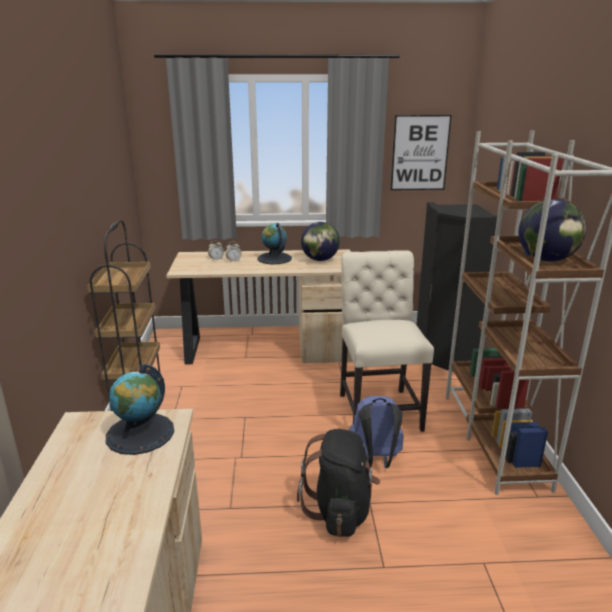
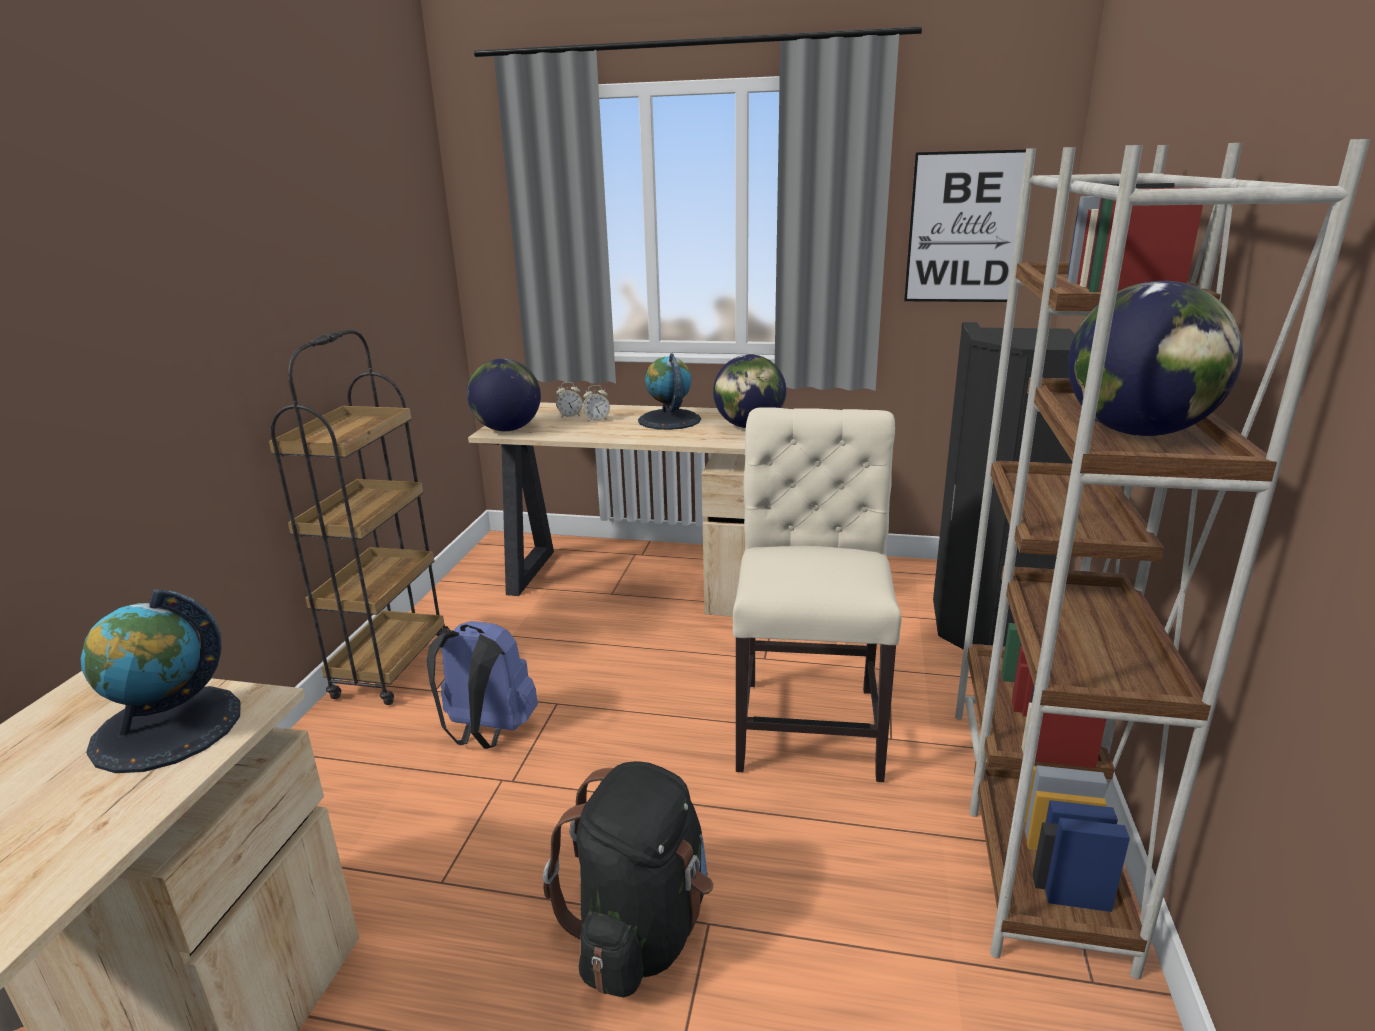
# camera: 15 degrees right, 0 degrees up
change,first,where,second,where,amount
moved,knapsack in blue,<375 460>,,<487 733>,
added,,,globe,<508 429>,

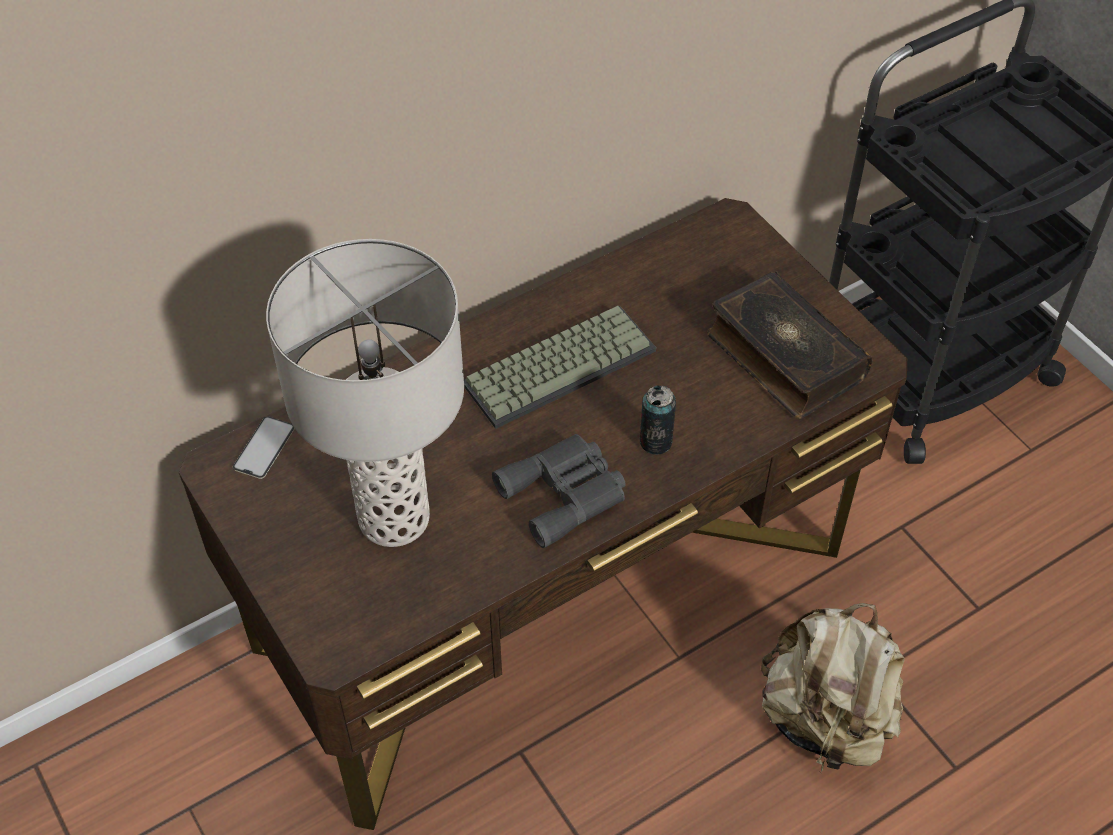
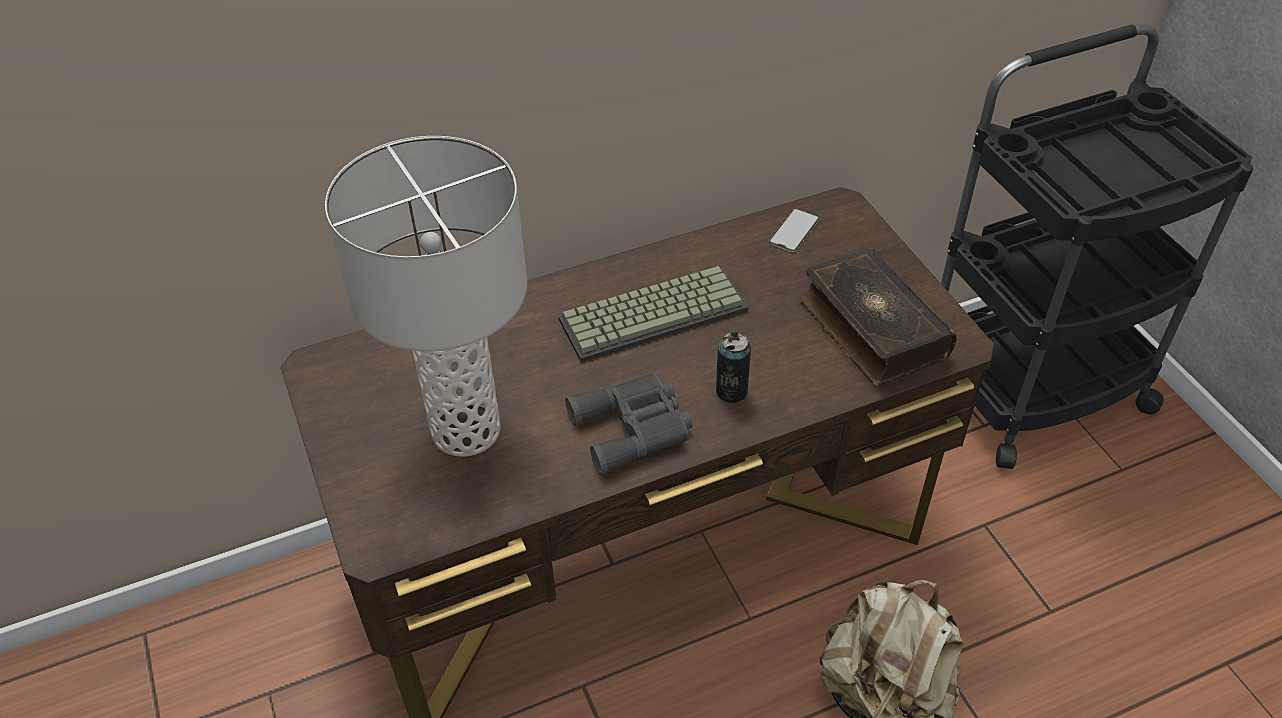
# camera: 10 degrees right, 5 degrees down
change,first,where,second,where,amount
moved,phone,<264 448>,,<794 230>,

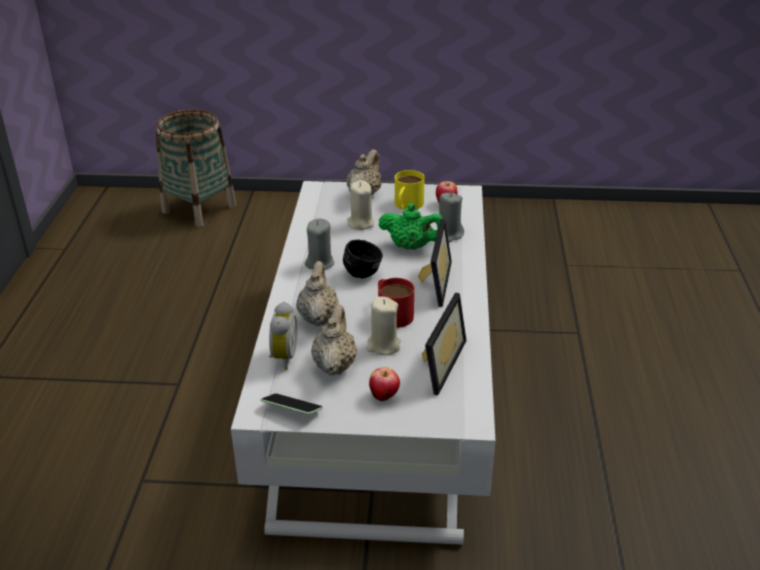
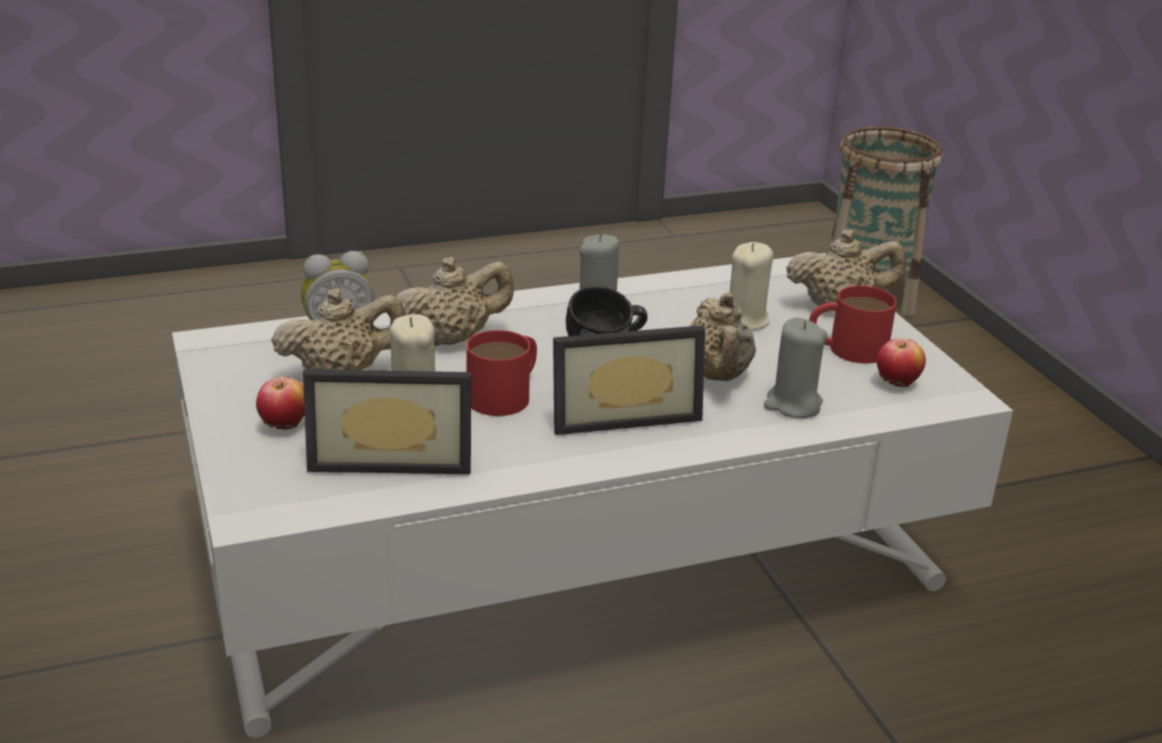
# camera: 65 degrees right, 5 degrees down
change,first,where,second,where,amount
recoloured,teapot in green,<411 246>,teapot in beige,<717 376>,
recoloured,tea mug in yellow,<406 205>,tea mug in reddish,<846 349>,
removed,phone,<292 410>,,,

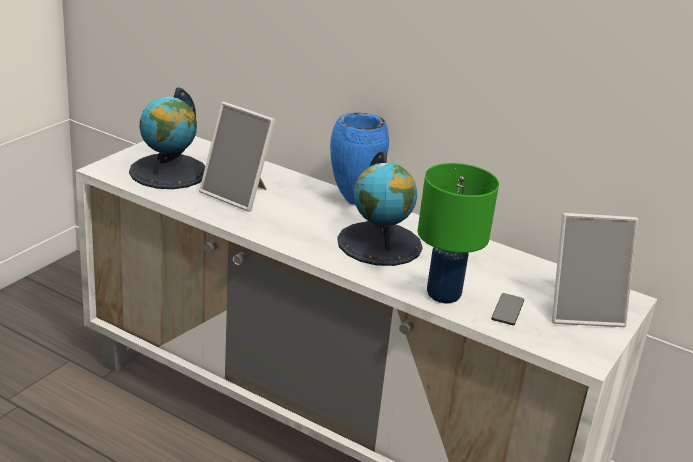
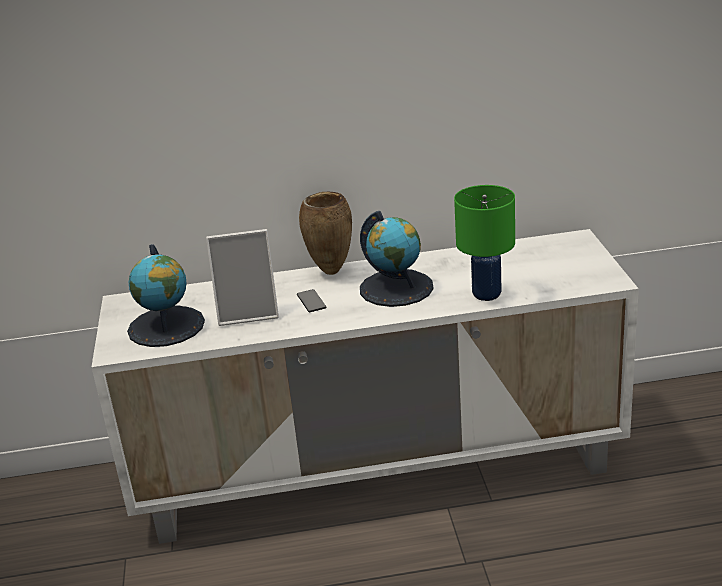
# camera: 35 degrees left, 0 degrees up
change,first,where,second,where,amount
moved,phone,<507 310>,,<311 301>,
recoloured,decorative vase in blue,<353 201>,decorative vase in brown,<330 272>,
removed,standing frame,<583 311>,,,

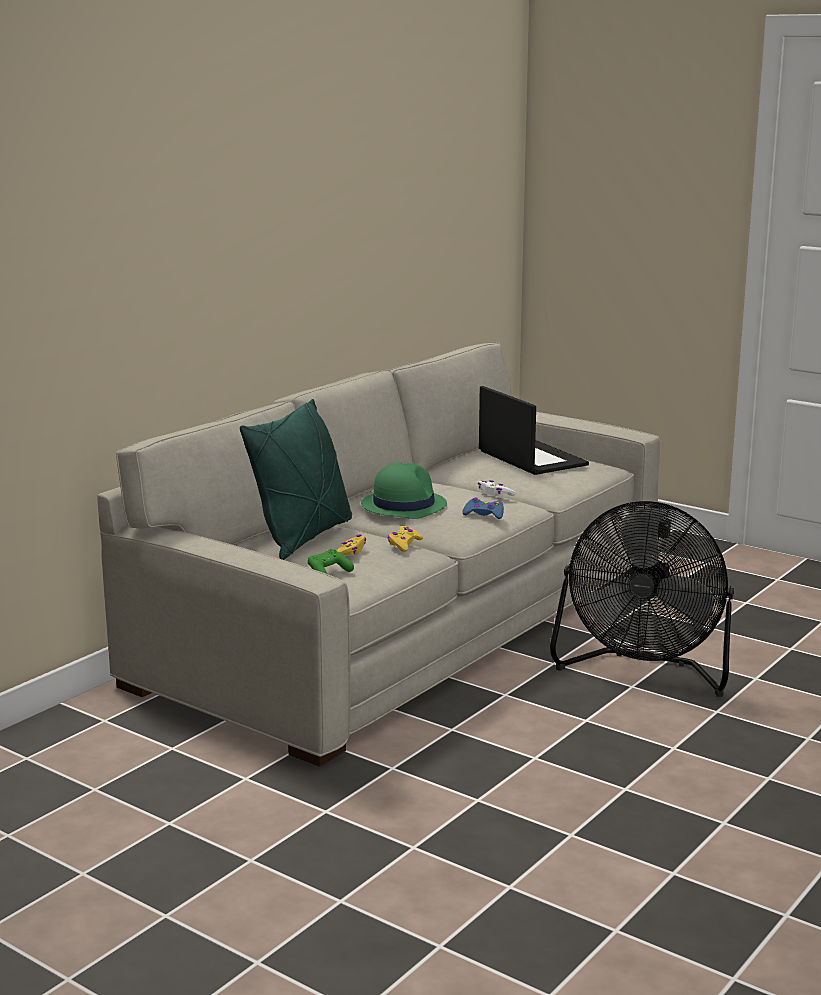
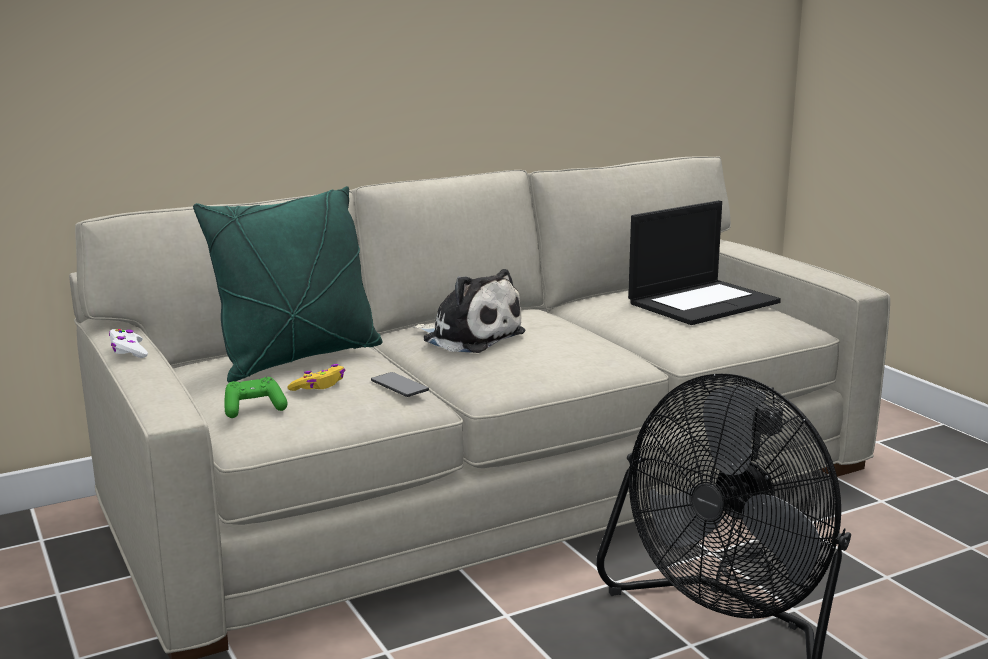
# camera: 25 degrees right, 0 degrees up
change,first,where,second,where,amount
moved,gamepad in white-coloured,<495 493>,,<128 351>,
replaced,gamepad in yellow,<404 544>,phone,<399 386>,
replaced,clothing hat in green,<403 505>,plush toy,<469 337>,
turned,portable computer,<530 458>,,<703 302>,60 degrees clockwise
removed,gamepad in blue,<484 514>,,,

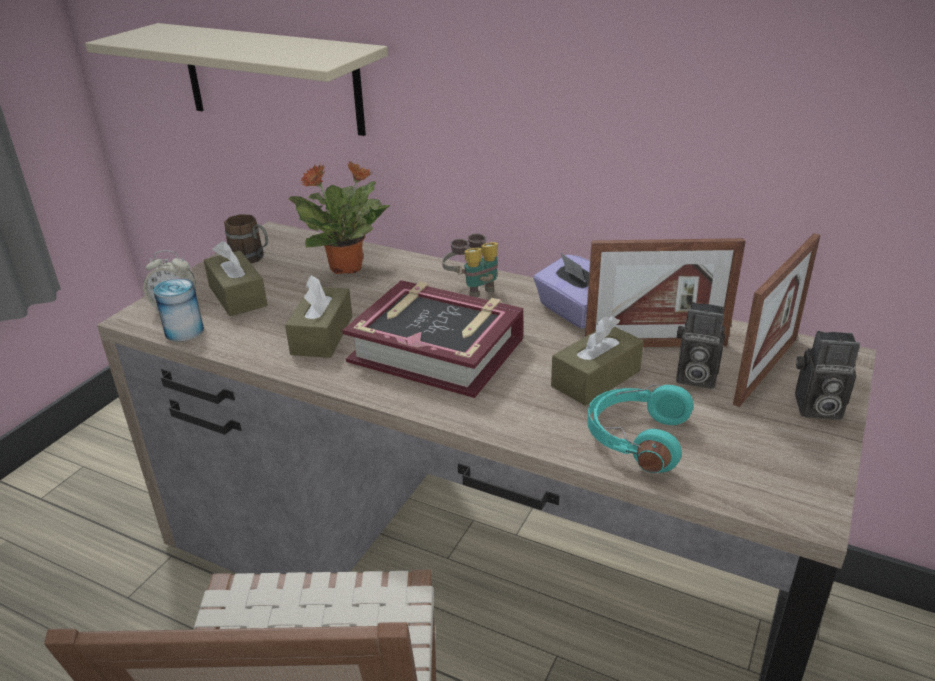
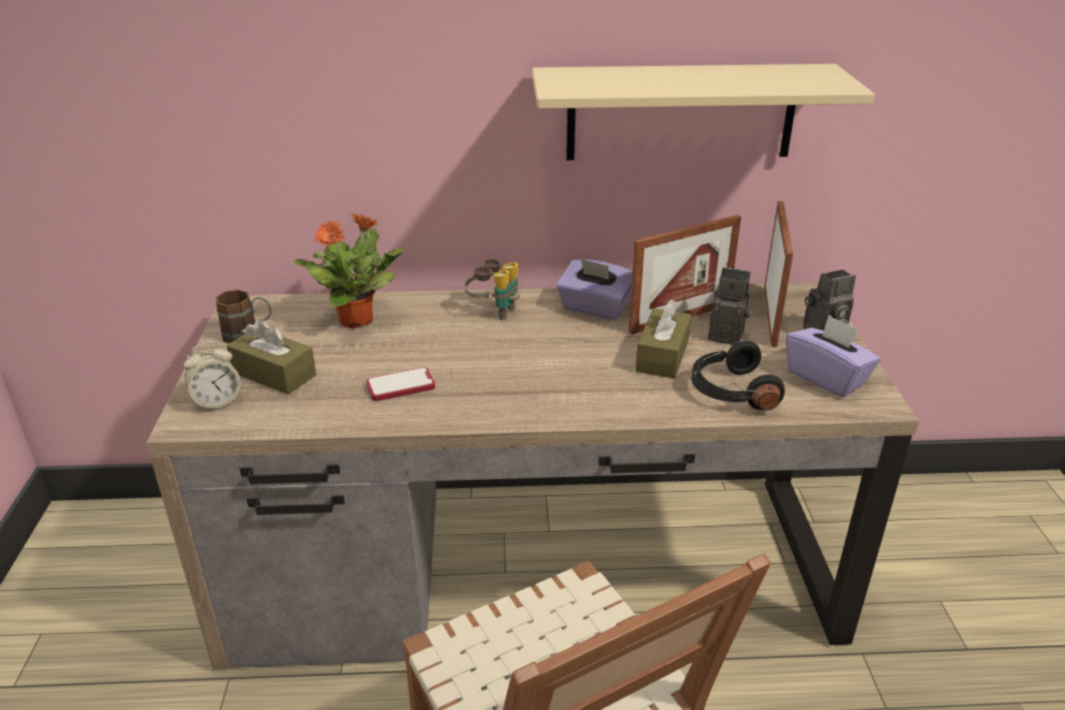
# camera: 30 degrees left, 0 degrees up
change,first,where,second,where,amount
replaced,tissue box in brown,<322 335>,phone,<400 386>,
moved,shelf in beige,<271 78>,,<681 112>,
recoloured,headphones in blue-green,<635 438>,headphones in black,<731 391>,
turned,photo camera,<693 377>,,<728 335>,150 degrees counterclockwise
added,,,tissue box in purple,<826 378>,
removed,sealed can,<184 331>,,,
removed,book,<437 350>,,,

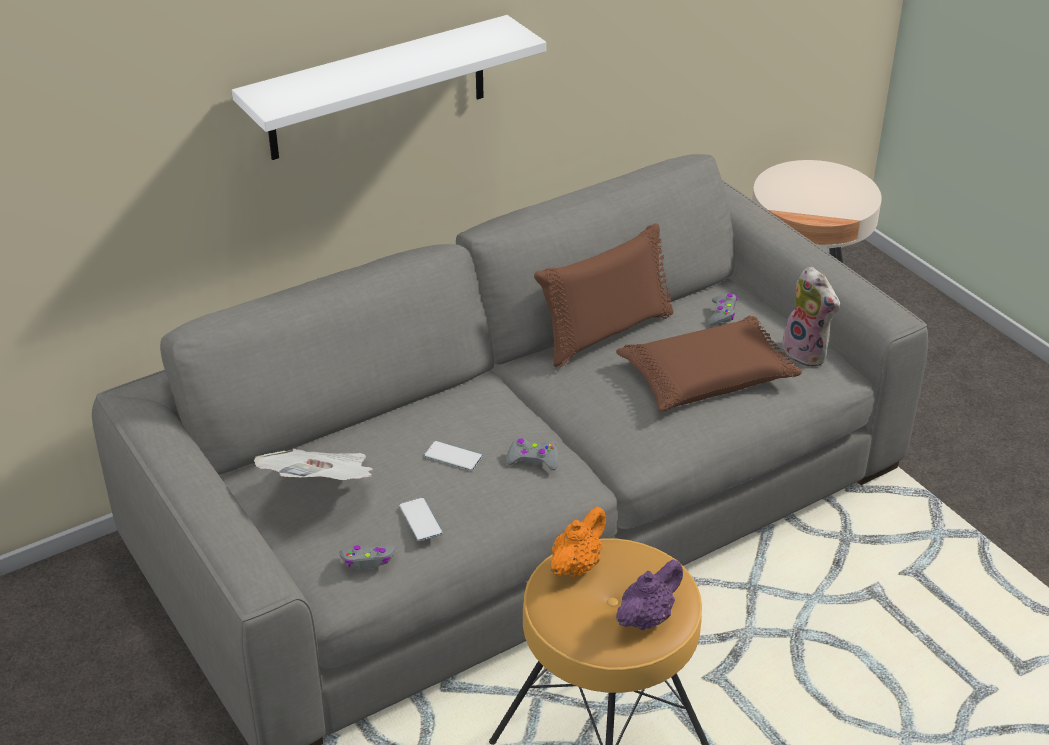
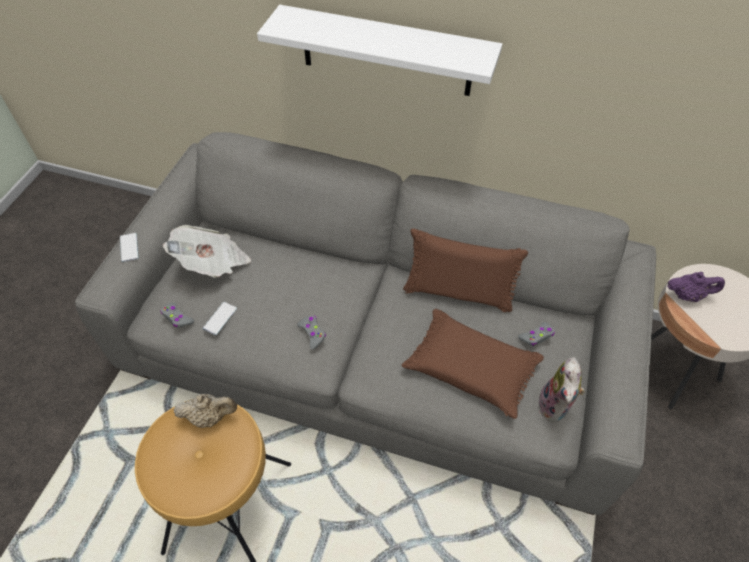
# camera: 50 degrees right, 15 degrees up
change,first,where,second,where,amount
moved,phone,<453 456>,,<129 247>,
recoloured,teapot in orange-coloured,<576 565>,teapot in beige,<210 417>,
moved,teapot in purple,<647 617>,,<687 295>,

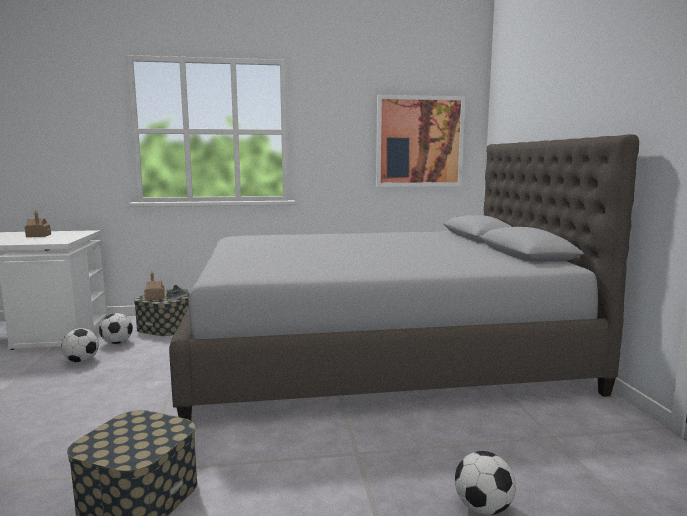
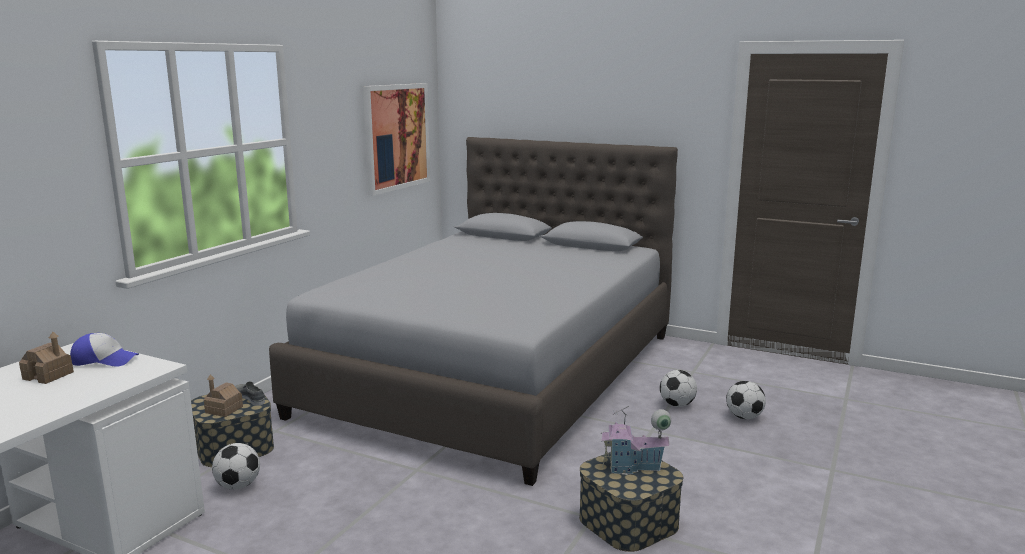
# camera: 55 degrees left, 5 degrees up
change,first,where,second,where,amount
added,,,cap,<104 360>,
added,,,miniature house,<633 467>,
moved,football,<81 361>,,<677 405>,

